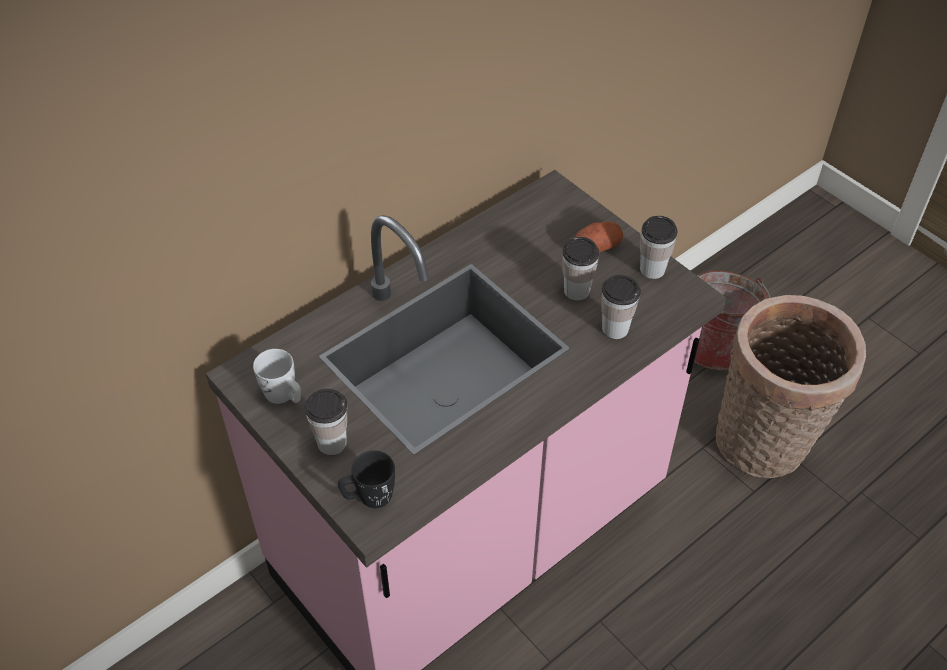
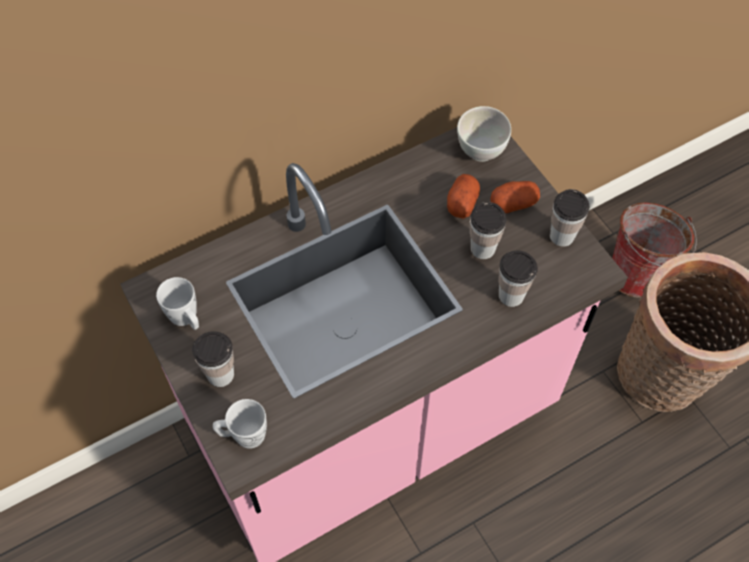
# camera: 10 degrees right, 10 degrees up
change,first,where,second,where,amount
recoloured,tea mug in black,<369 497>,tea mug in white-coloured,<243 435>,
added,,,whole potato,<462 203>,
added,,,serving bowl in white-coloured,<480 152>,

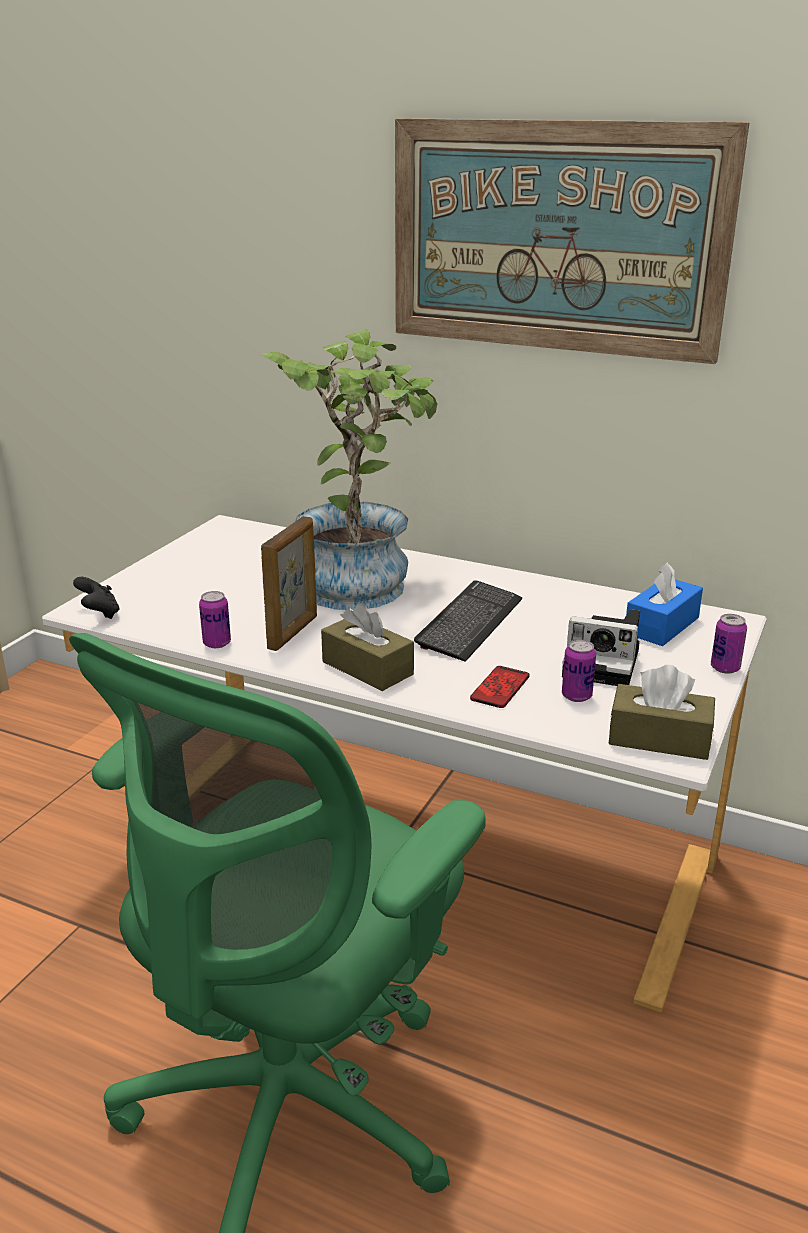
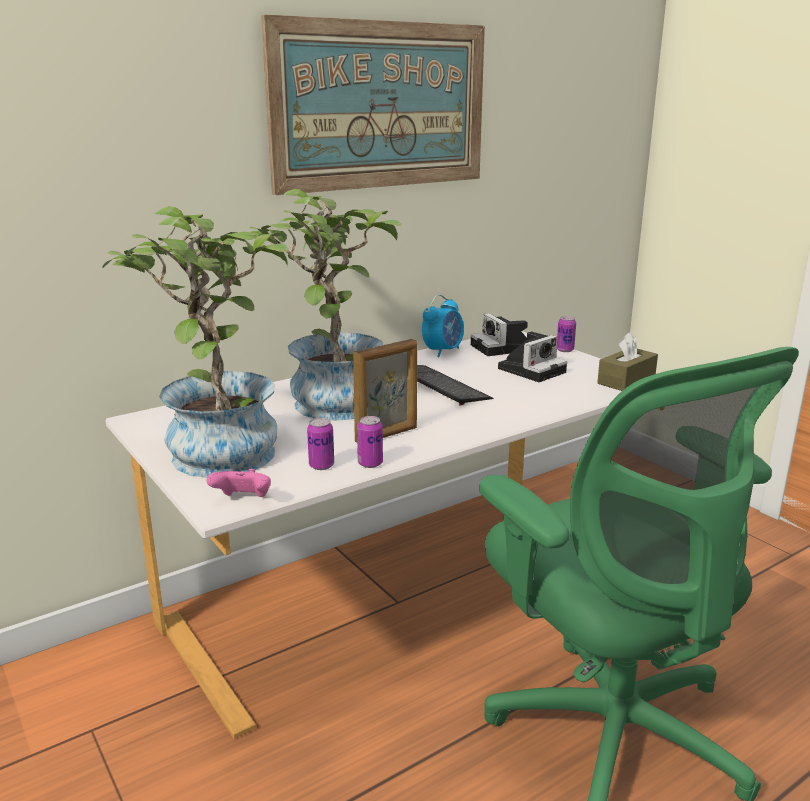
# camera: 60 degrees left, 5 degrees down
change,first,where,second,where,amount
added,,,potted plant,<219 448>,
recoloured,gamepad in black,<99 614>,gamepad in pink-coloured,<243 500>,
moved,sealed can,<576 696>,,<321 465>,
turned,standing frame,<293 632>,,<387 435>,90 degrees clockwise
added,,,table clock,<443 351>,
replaced,tissue box in blue,<662 626>,photo camera,<502 348>,
removed,tissue box in brown,<367 668>,,,
removed,phone,<500 688>,,,

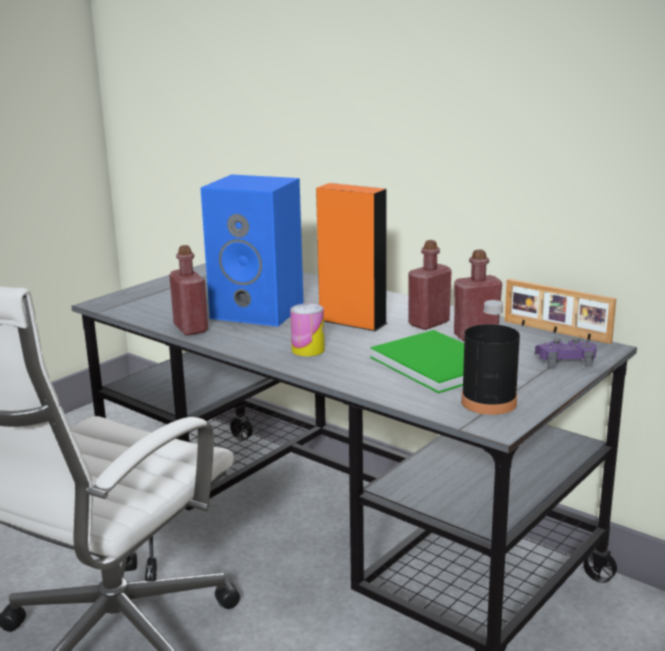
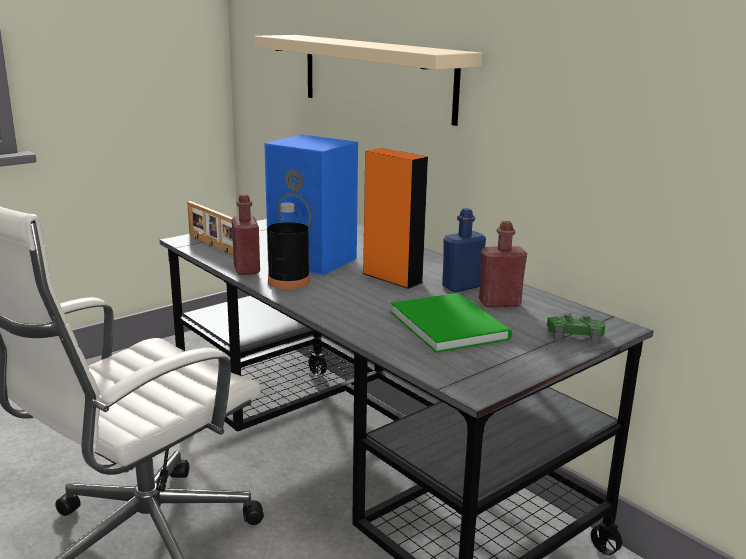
# camera: 10 degrees right, 0 degrees up
change,first,where,second,where,amount
moved,standing frame,<555 332>,,<212 245>,
added,,,shelf in beige,<376 76>,
moved,beverage bottle in black,<488 402>,,<289 281>,
recoloured,beverage bottle in reddish,<429 323>,beverage bottle in blue,<461 286>,
recoloured,gamepad in purple,<565 360>,gamepad in green,<574 335>,
removed,sealed can,<308 350>,,,

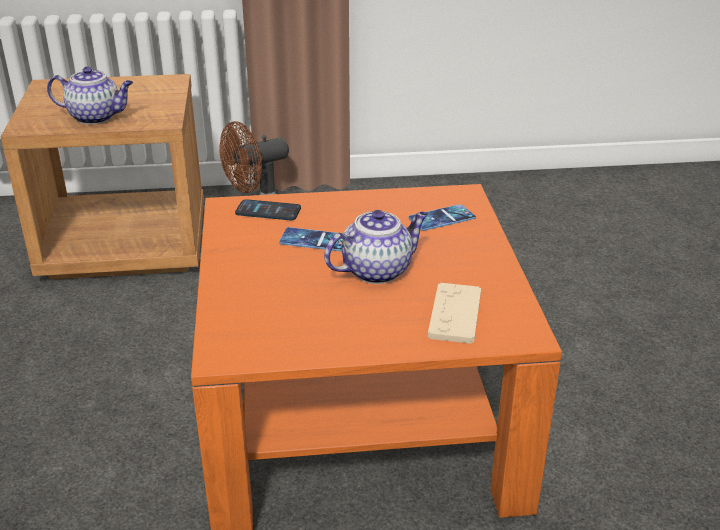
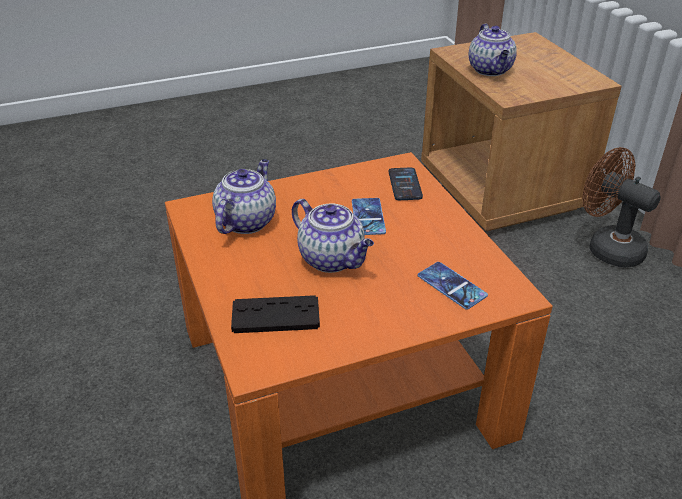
# camera: 75 degrees right, 5 degrees up
change,first,where,second,where,amount
added,,,teapot,<246 221>,
recoloured,gamepad in beige,<455 314>,gamepad in black,<275 316>,

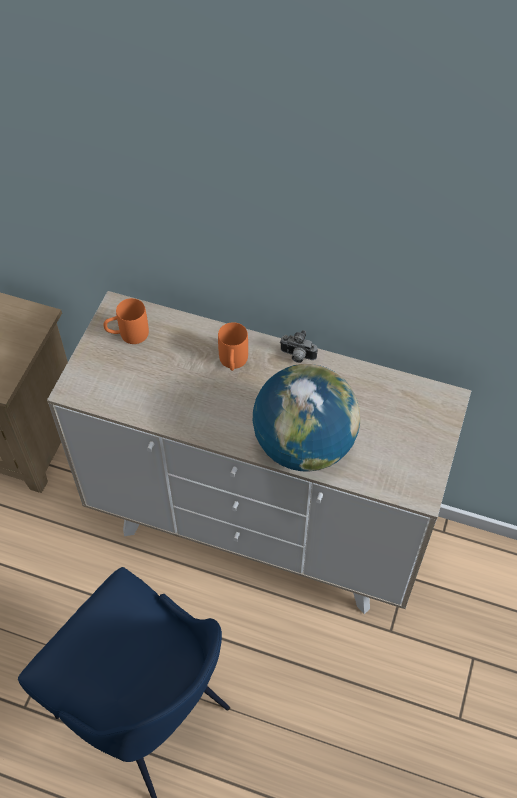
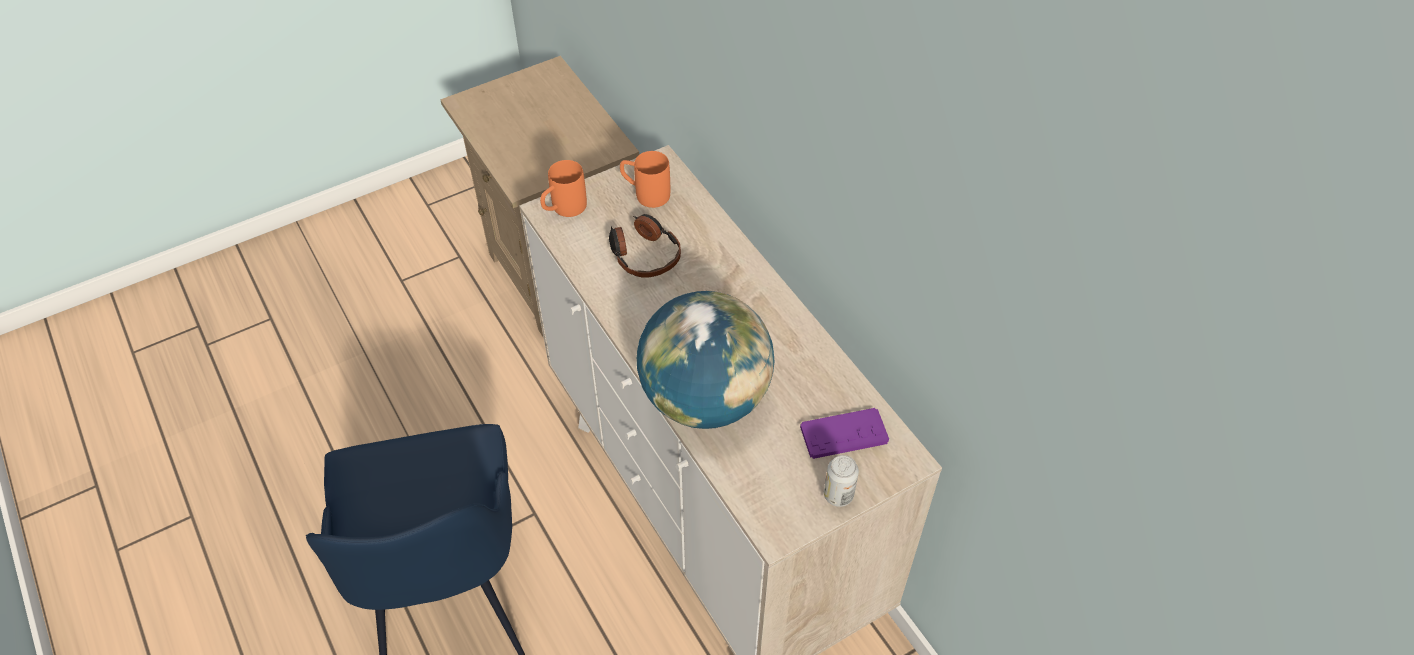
# camera: 40 degrees right, 5 degrees down
change,first,where,second,where,amount
moved,tea mug in orange-coloured,<233 363>,,<563 209>,
added,,,headphones,<643 254>,
added,,,gamepad in purple,<844 434>,
added,,,sealed can,<838 495>,
removed,photo camera,<297 356>,,,

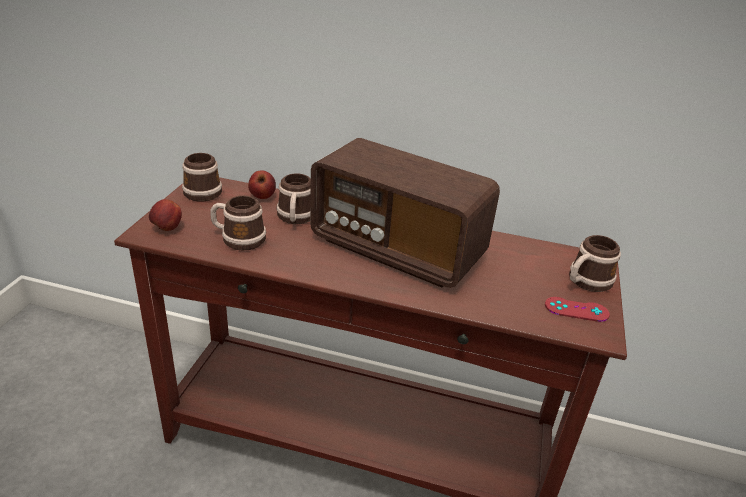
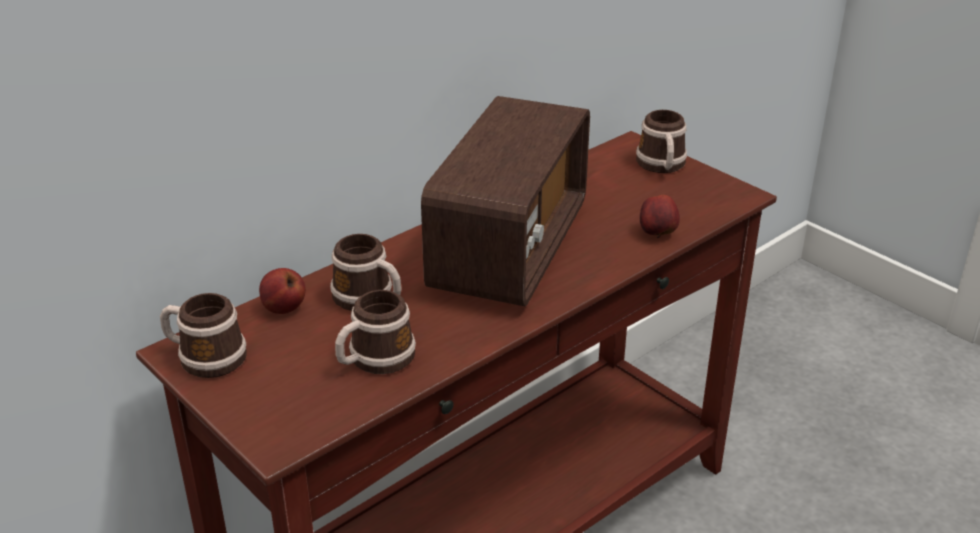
# camera: 55 degrees left, 0 degrees up
change,first,where,second,where,amount
turned,radio set,<397 249>,,<509 250>,45 degrees counterclockwise
moved,whole apple,<167 228>,,<658 234>,
removed,gamepad in reddish,<576 309>,,,

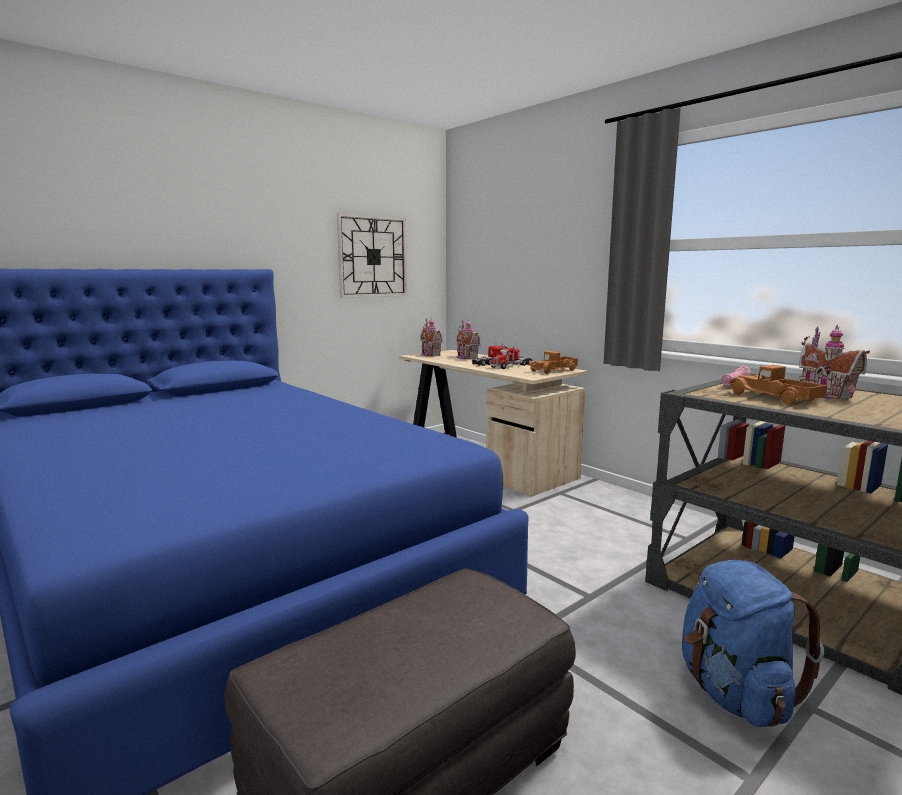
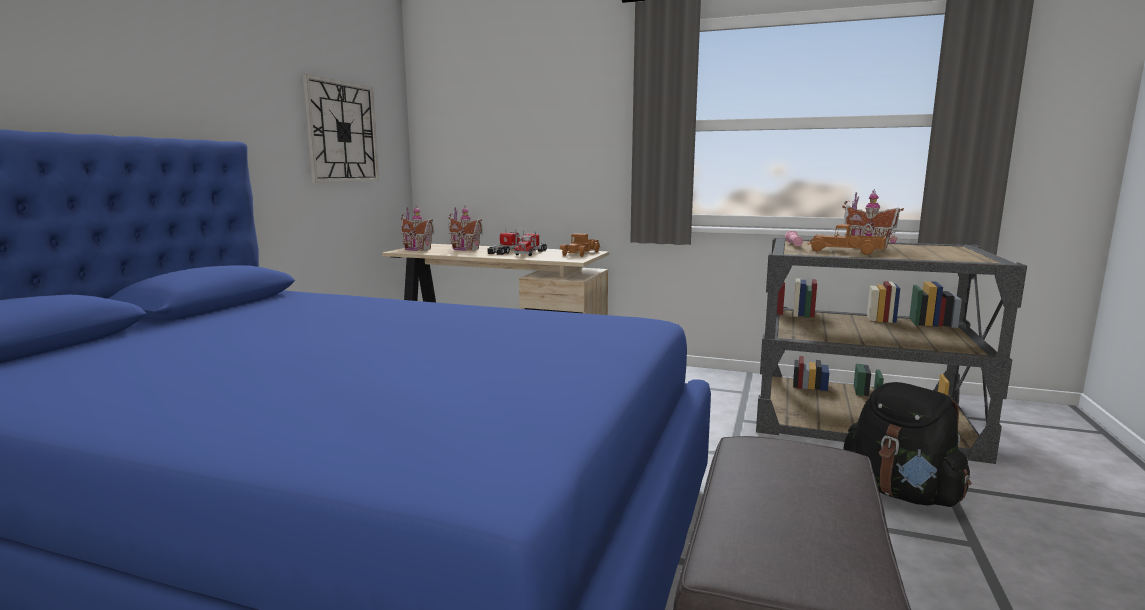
# camera: 30 degrees left, 0 degrees up
change,first,where,second,where,amount
recoloured,knapsack in blue,<734 693>,knapsack in black,<901 492>,

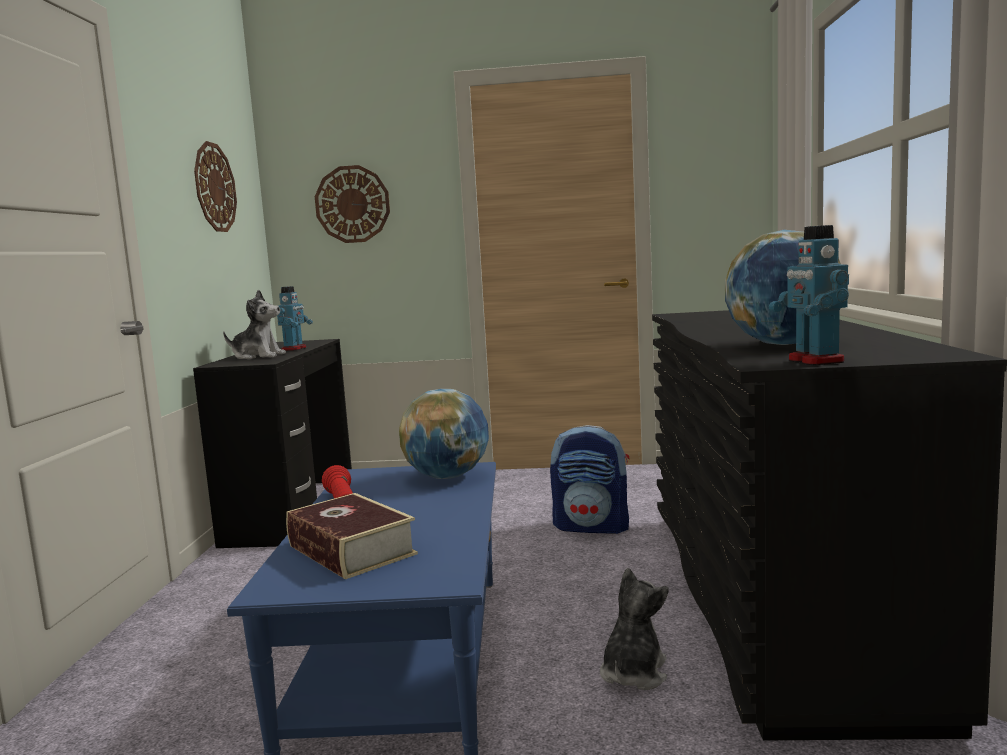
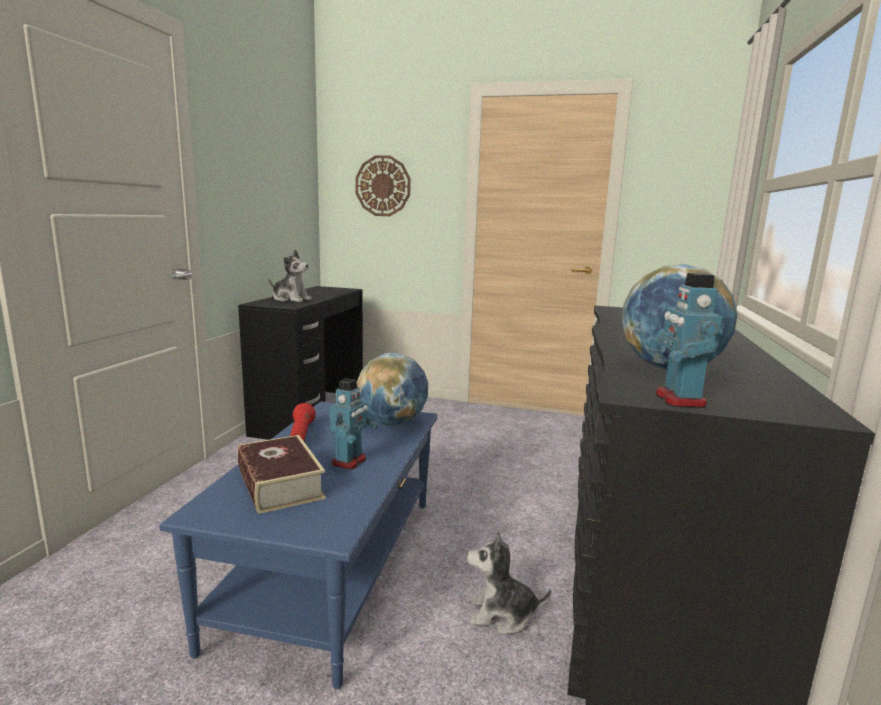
# camera: 10 degrees right, 5 degrees up
change,first,where,second,where,amount
moved,robot figure,<294 349>,,<350 462>,
turned,plush toy,<633 673>,,<502 615>,120 degrees counterclockwise
removed,clock on the wall,<214 187>,,,
removed,knapsack,<592 527>,,,

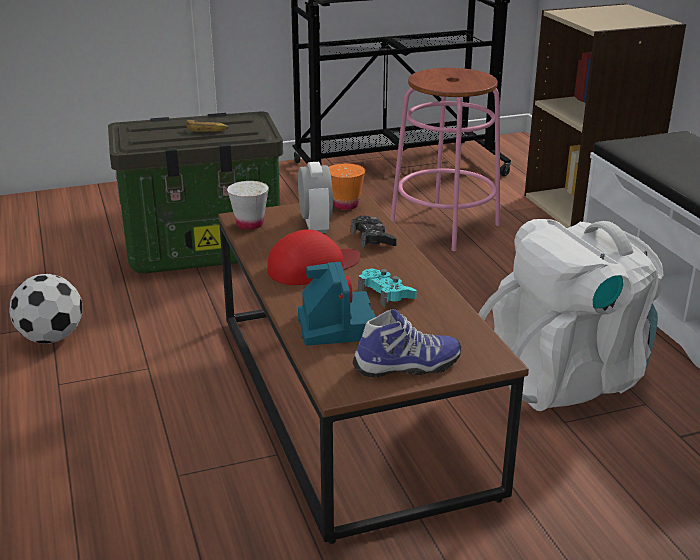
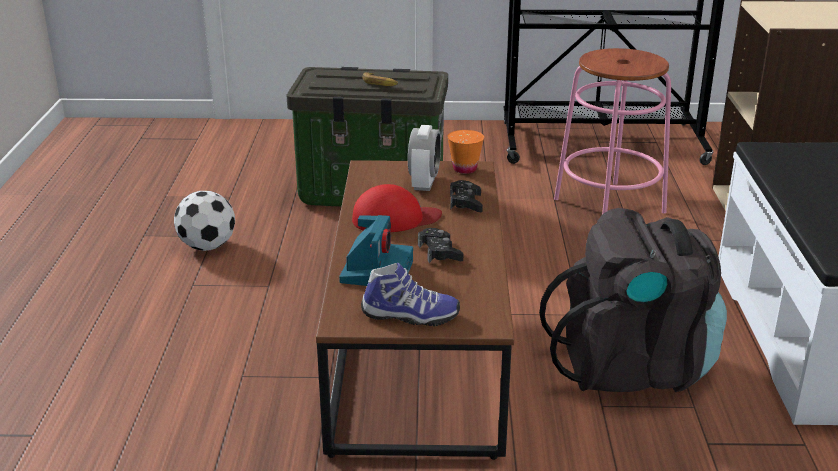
# camera: 20 degrees right, 0 degrees up
change,first,where,second,where,amount
recoloured,gamepad in blue-green,<386 293>,gamepad in black,<440 252>,
recoloured,knapsack in white-coloured,<567 377>,knapsack in black,<633 367>,
removed,drinking cup in white-coloured,<250 224>,,,

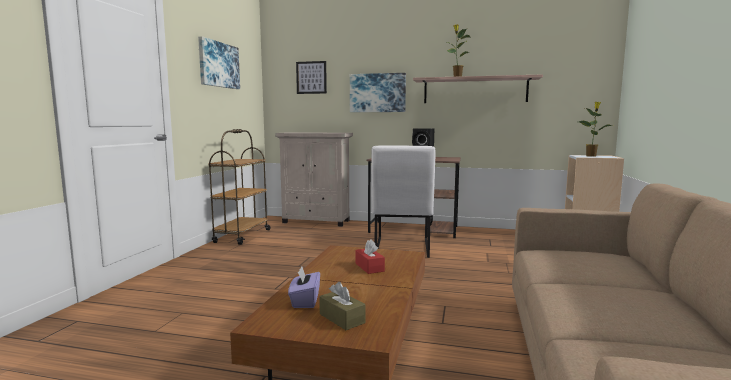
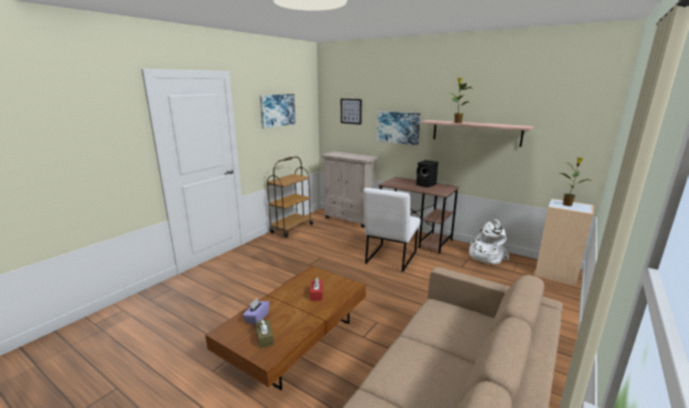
# camera: 20 degrees right, 10 degrees up
change,first,where,second,where,amount
added,,,knapsack in white-coloured,<485 256>,

